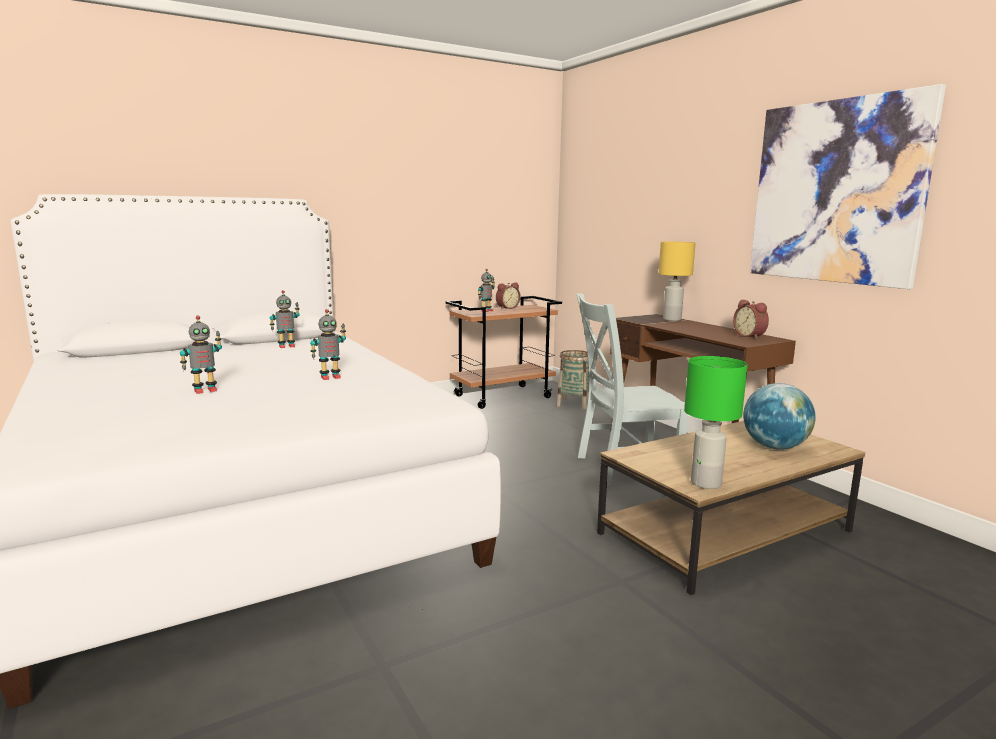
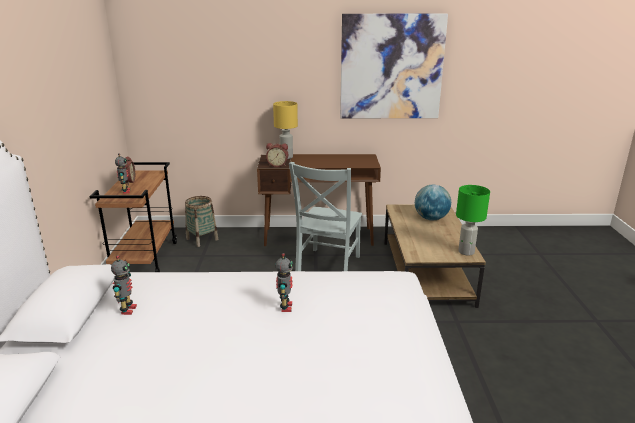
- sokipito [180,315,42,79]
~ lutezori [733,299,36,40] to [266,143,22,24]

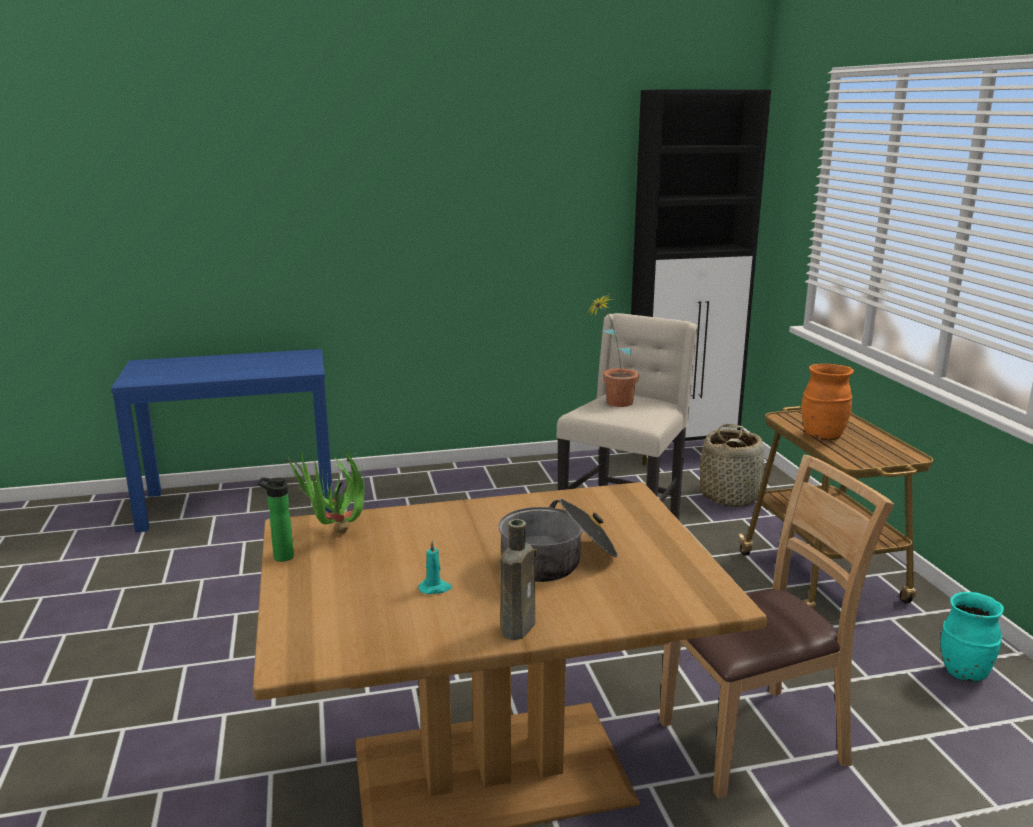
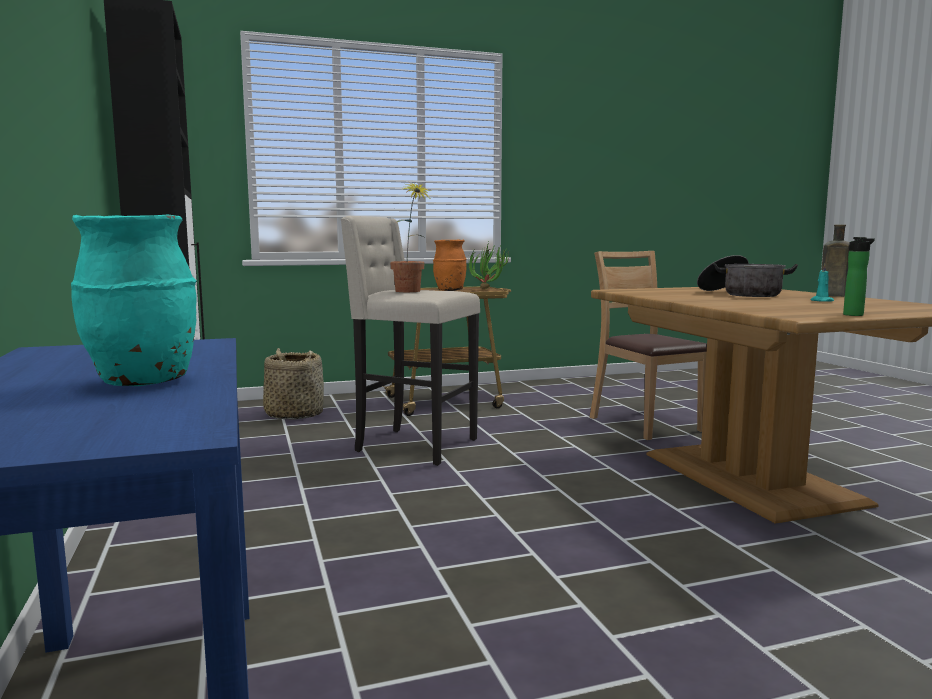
~ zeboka [283,448,82,86] to [468,242,41,47]
~ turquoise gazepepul [940,592,64,90] to [71,214,126,172]

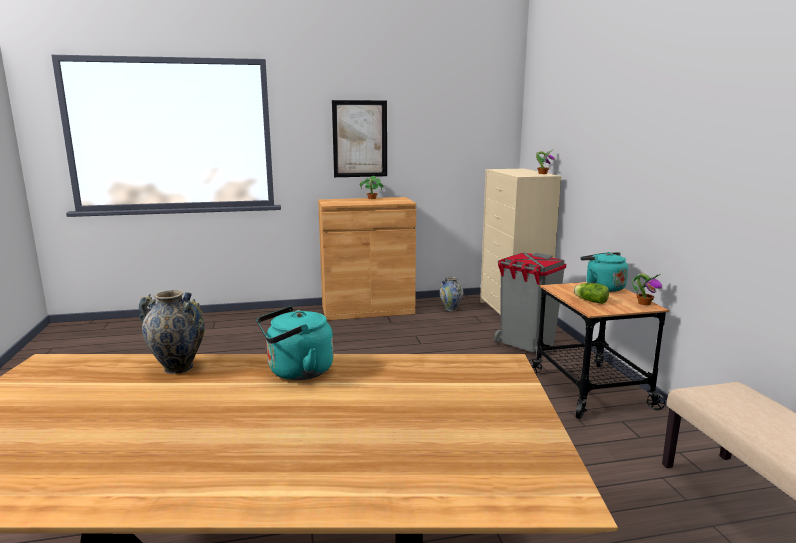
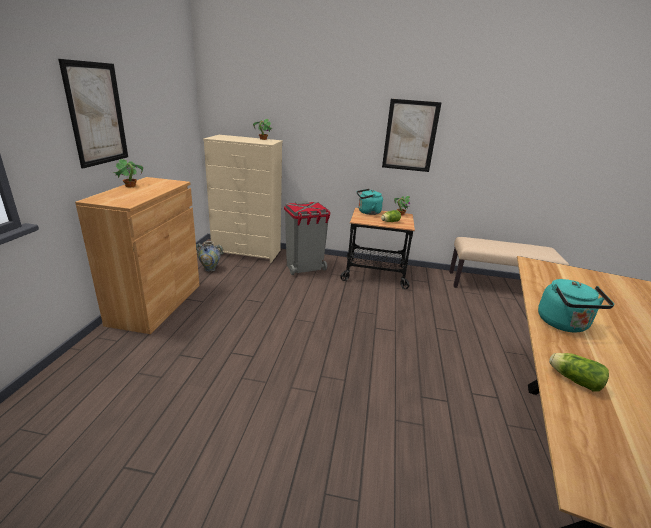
+ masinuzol [382,99,60,73]
~ gazepepul [139,290,66,84] to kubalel [549,353,60,39]

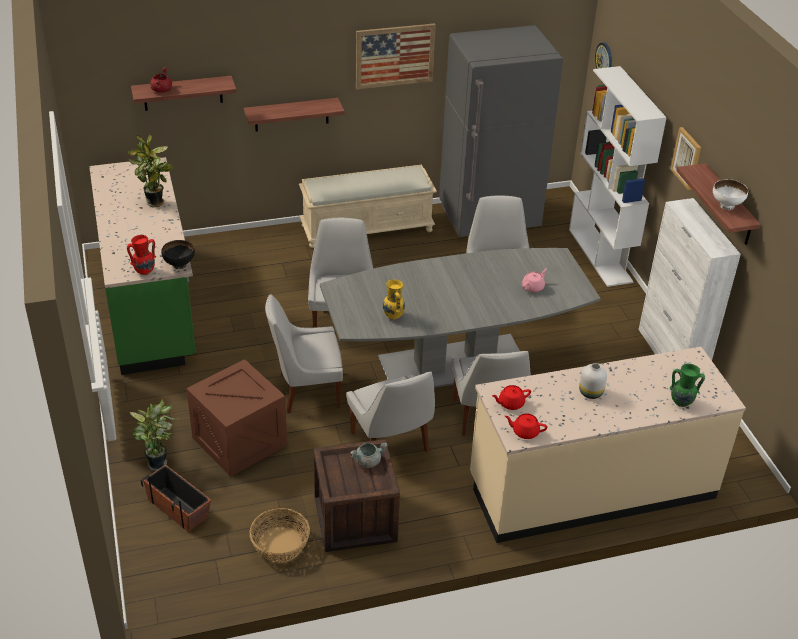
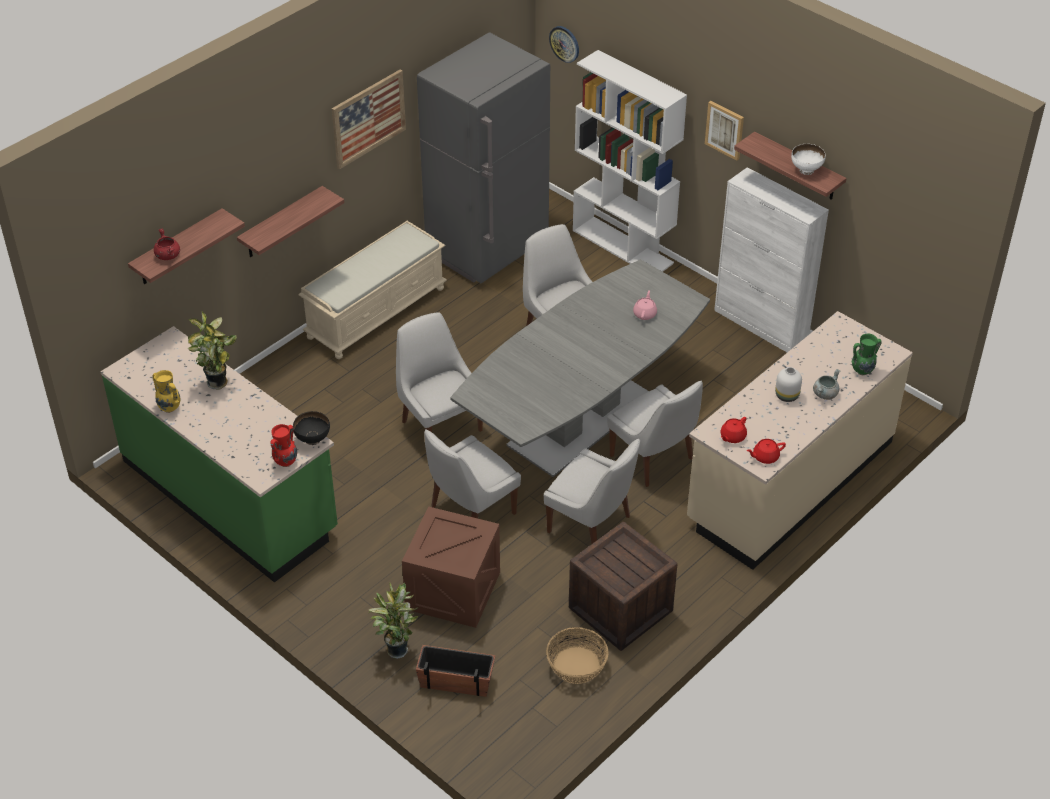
~ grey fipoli [350,443,37,25] to [813,369,27,31]
~ yellow gazepepul [383,279,22,41] to [153,370,27,43]

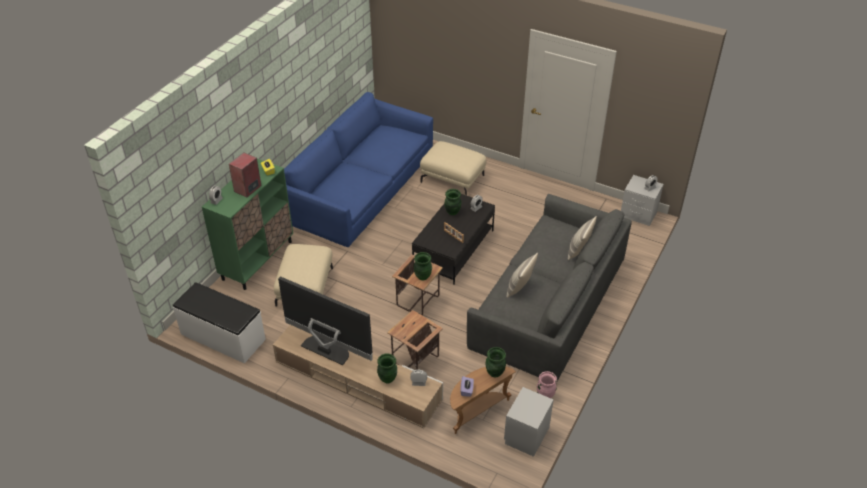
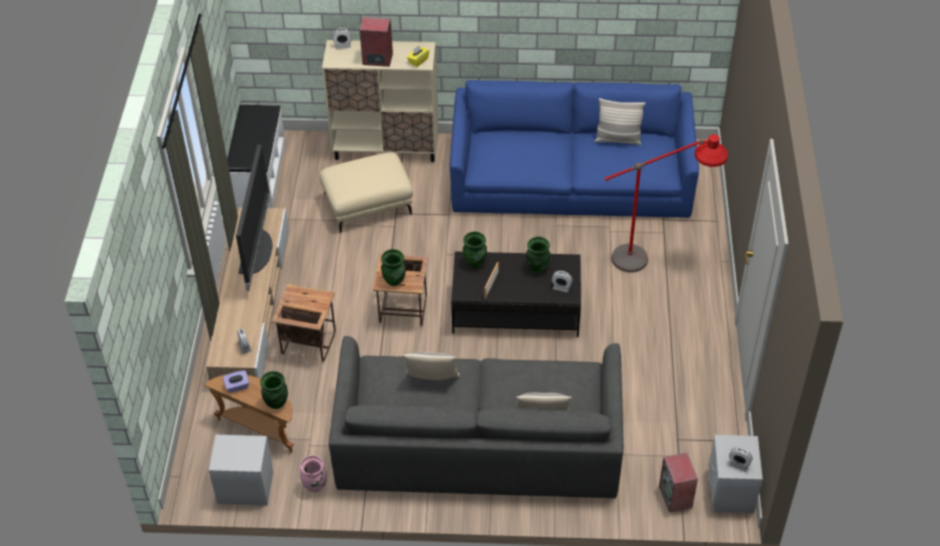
+ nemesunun [594,98,51,47]
+ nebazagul [659,453,39,60]
~ green gazepepul [377,354,20,29] to [463,231,24,37]
~ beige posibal [420,141,66,55] to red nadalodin [605,134,123,139]
~ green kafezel [202,159,91,131] to beige kafezel [322,40,116,122]

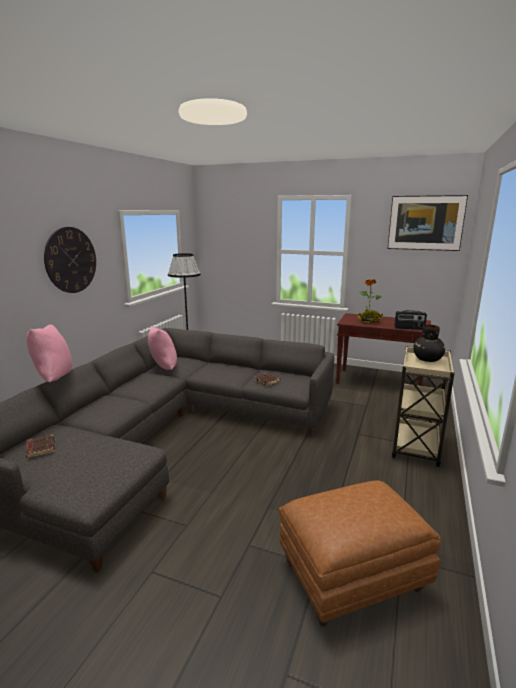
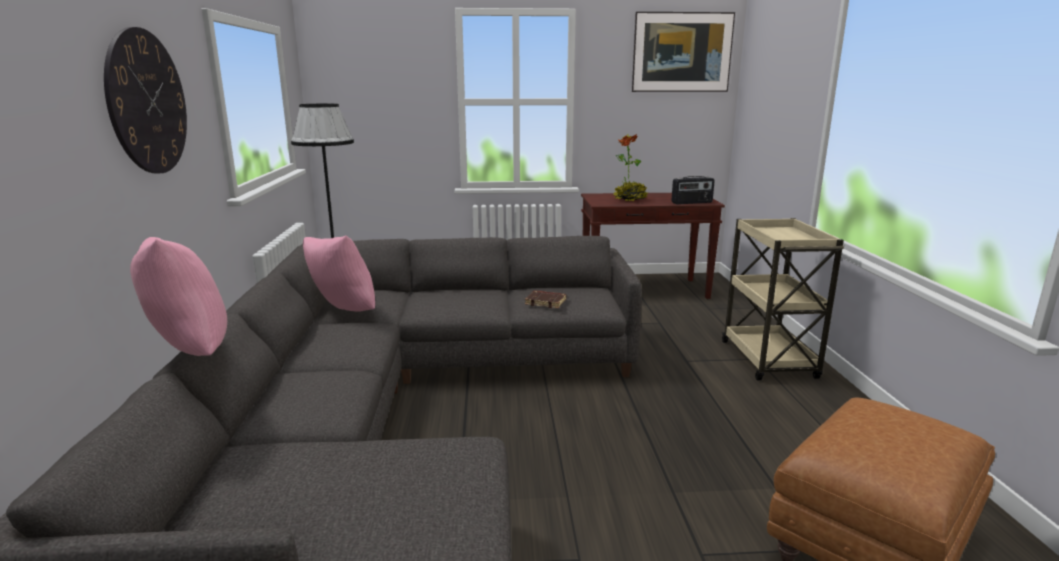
- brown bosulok [26,434,29,24]
- black gazepepul [413,325,32,37]

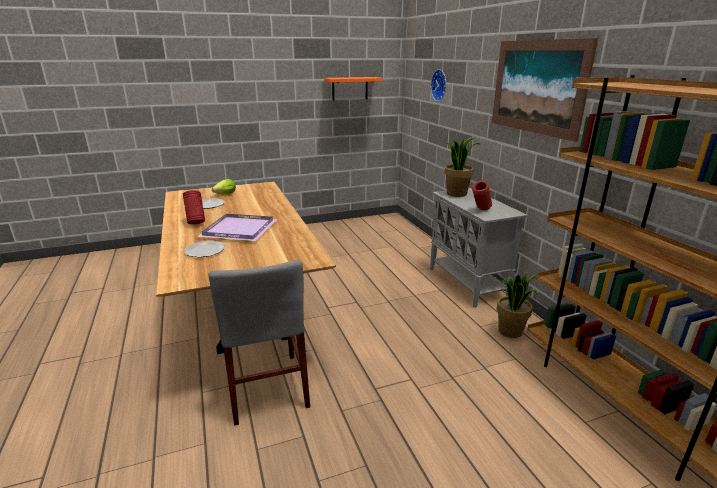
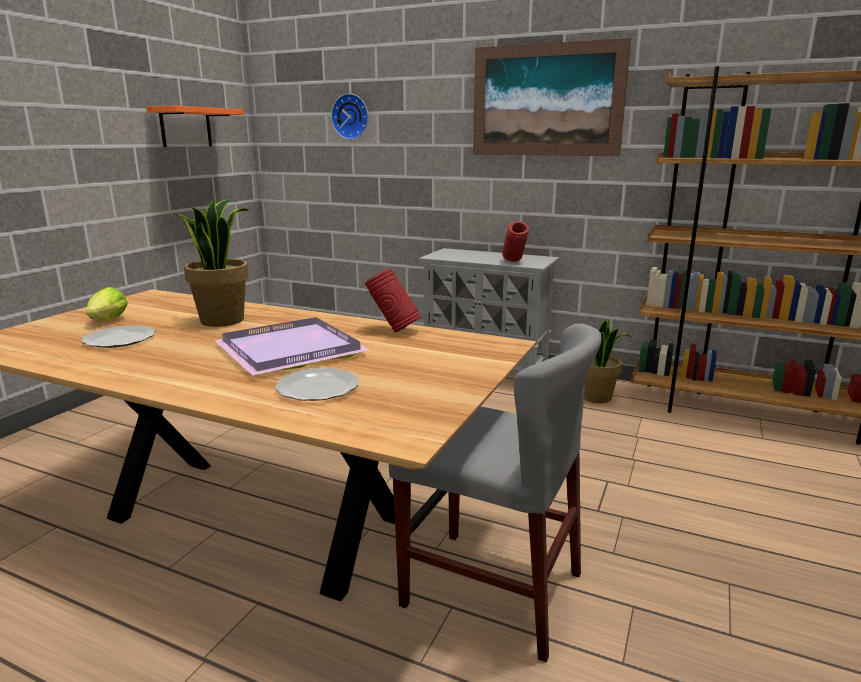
~ red gazepepul [183,190,22,34] to [365,268,56,65]
~ zeboka [445,137,34,60] to [171,199,78,128]

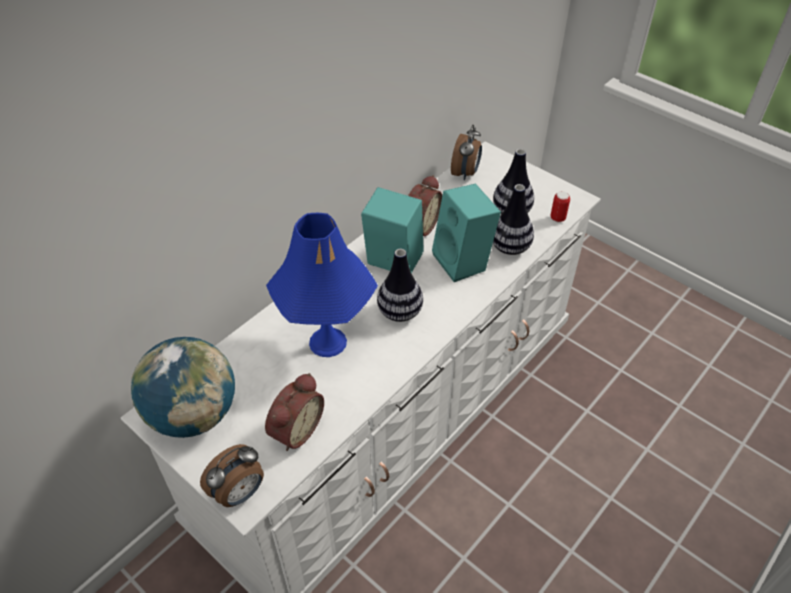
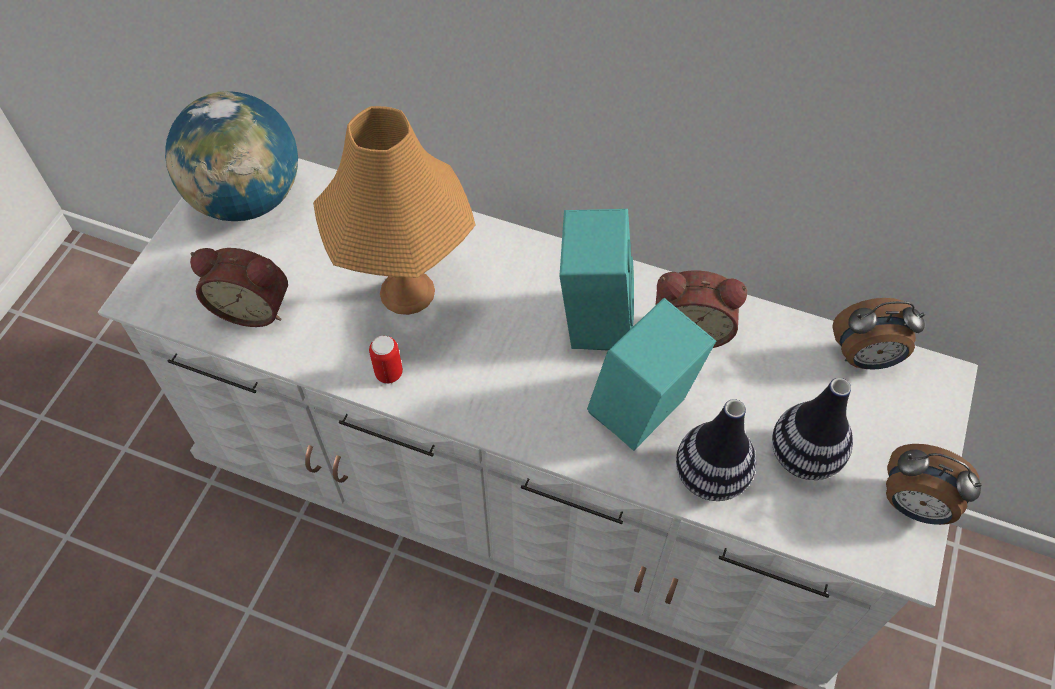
- gazepepul [377,249,46,73]
~ lutezori [200,444,64,63] to [886,444,96,81]
~ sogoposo [550,191,20,31] to [369,336,34,48]
~ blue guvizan [266,213,112,144] to orange guvizan [313,106,163,209]

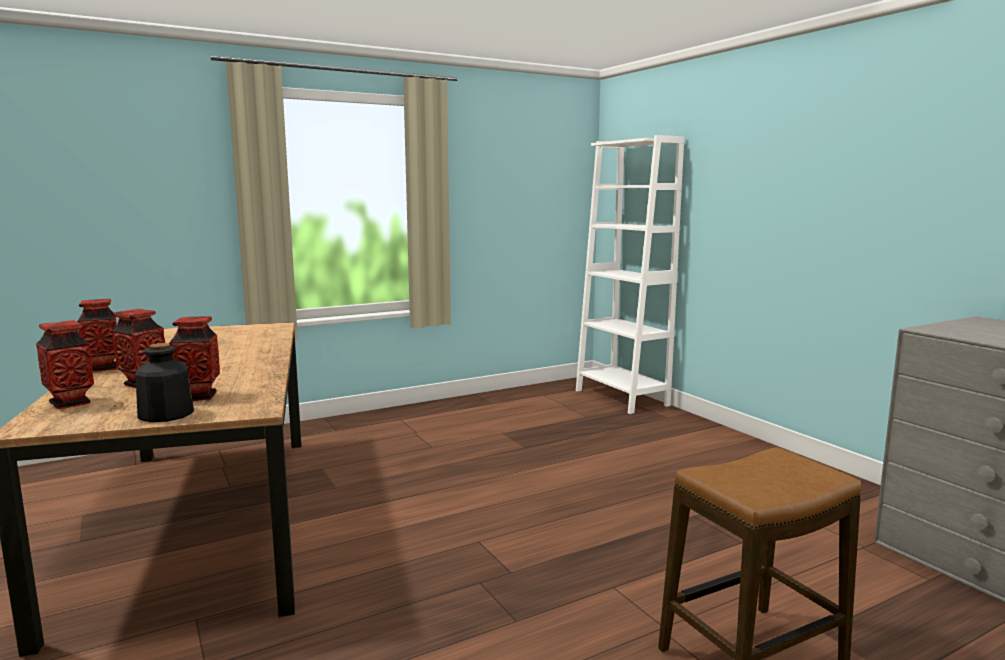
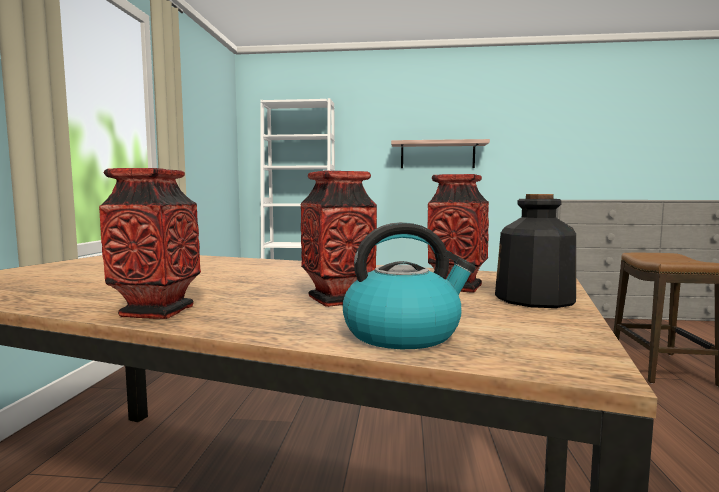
+ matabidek [391,139,99,29]
~ gazepepul [36,320,58,89] to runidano [343,222,132,127]

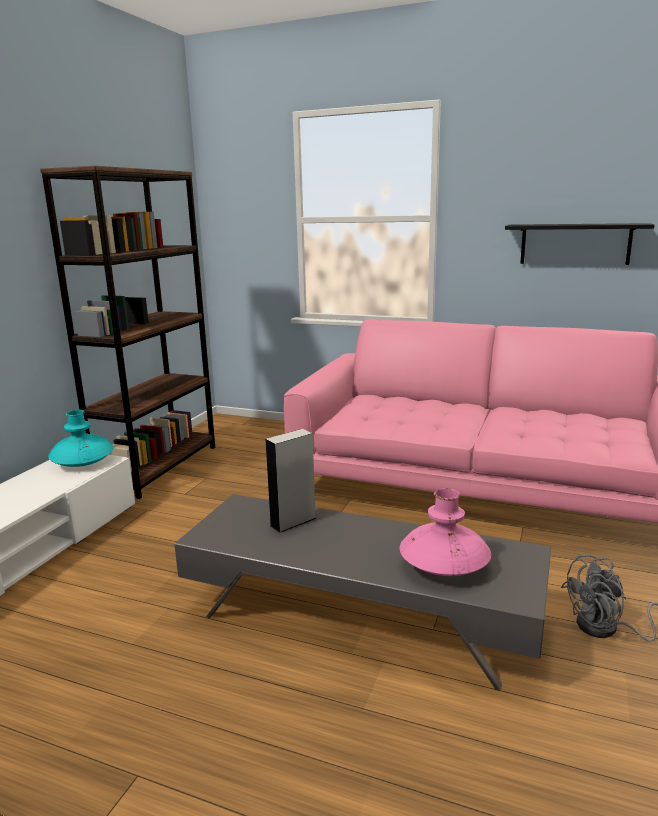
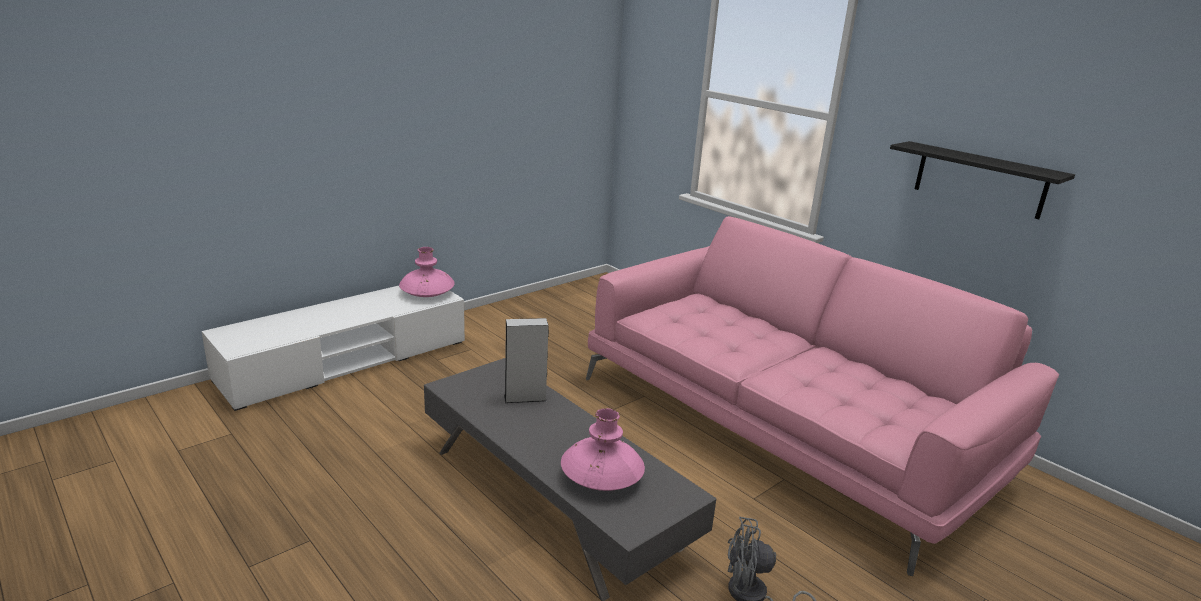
- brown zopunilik [40,166,175,333]
~ turquoise gazepepul [48,409,65,58] to pink gazepepul [399,247,56,50]

